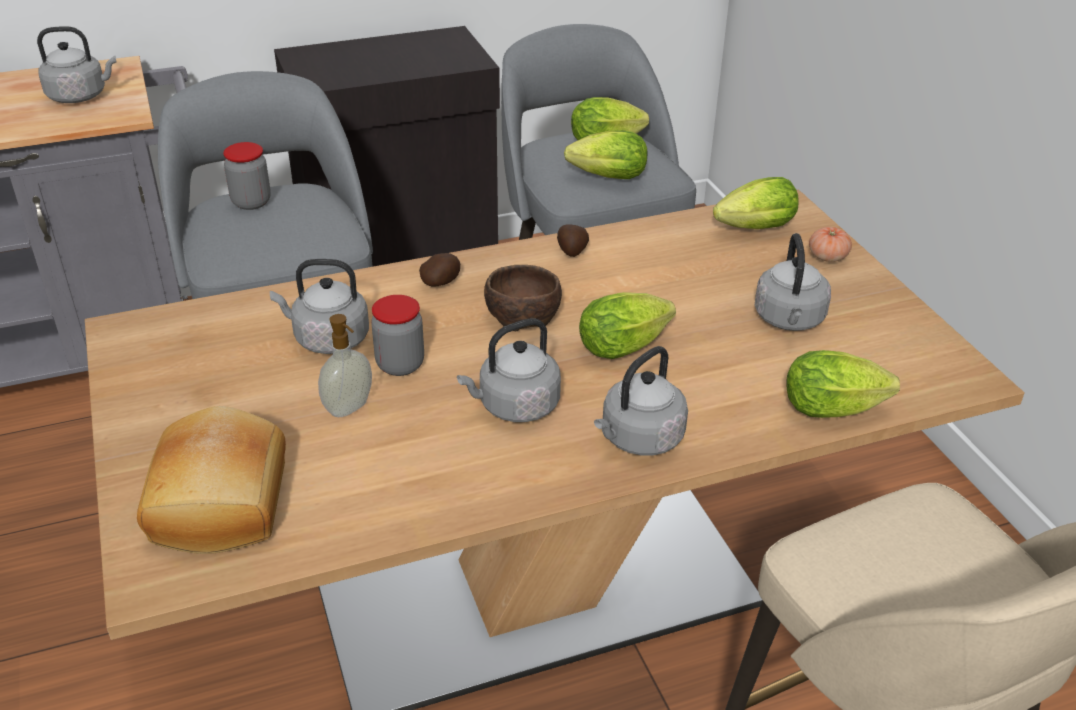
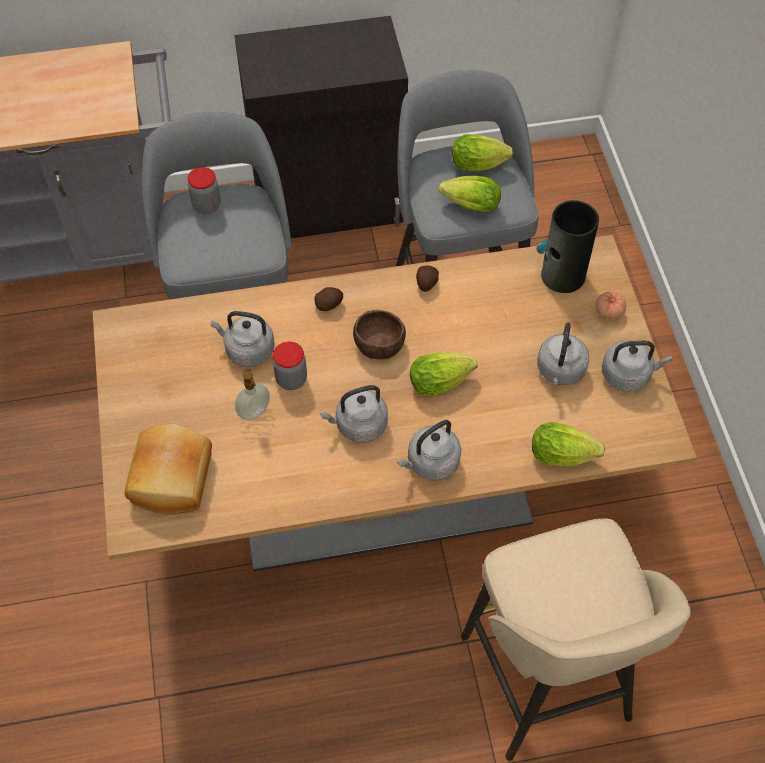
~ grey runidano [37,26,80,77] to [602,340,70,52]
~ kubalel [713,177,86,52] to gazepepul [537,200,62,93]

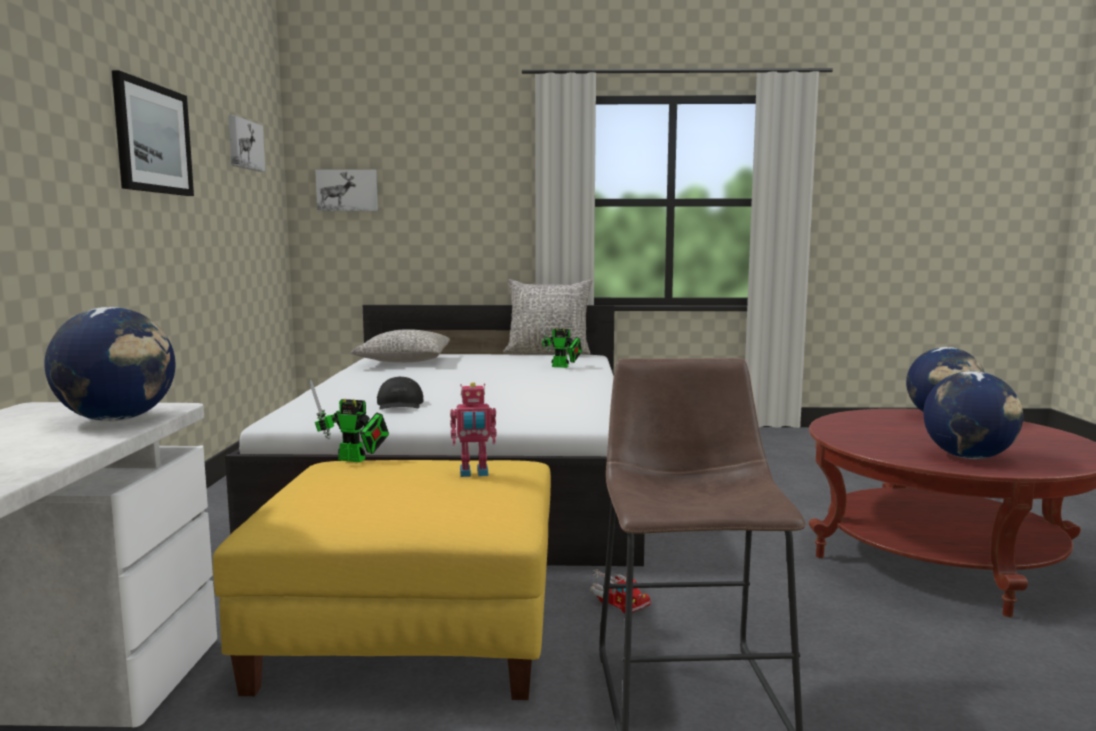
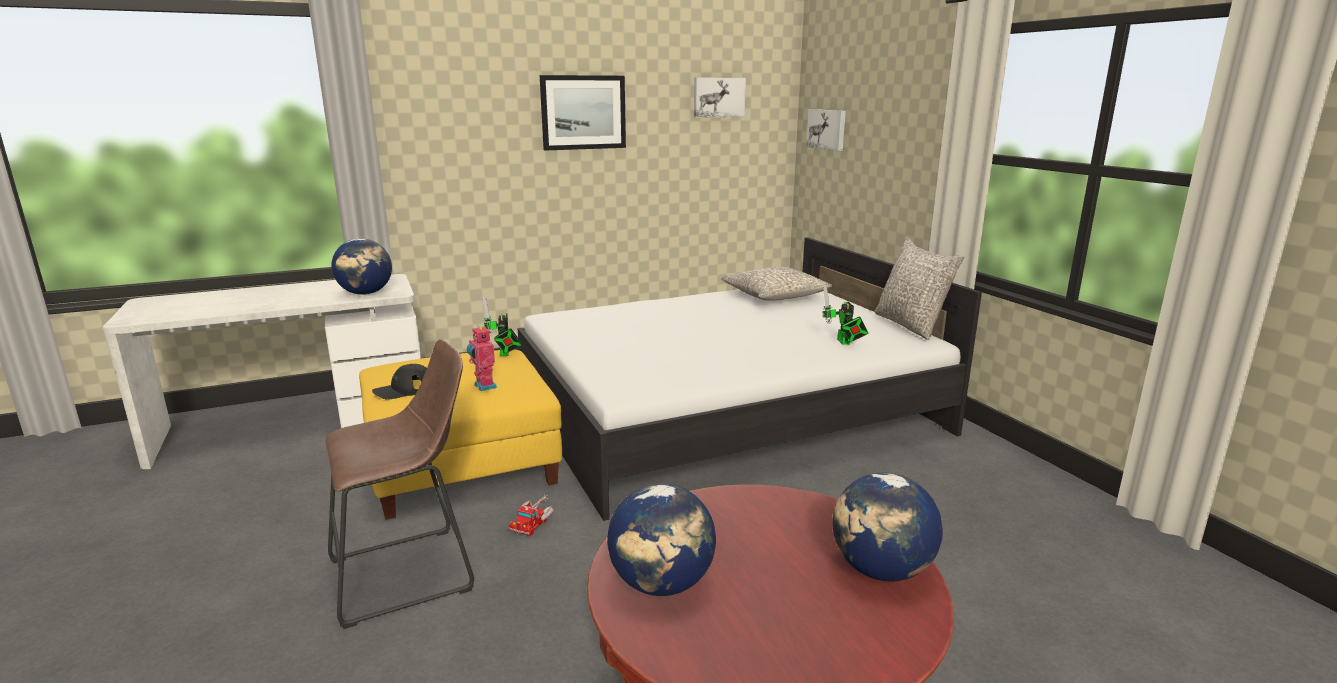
~ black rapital [377,376,46,34] to [372,364,55,36]

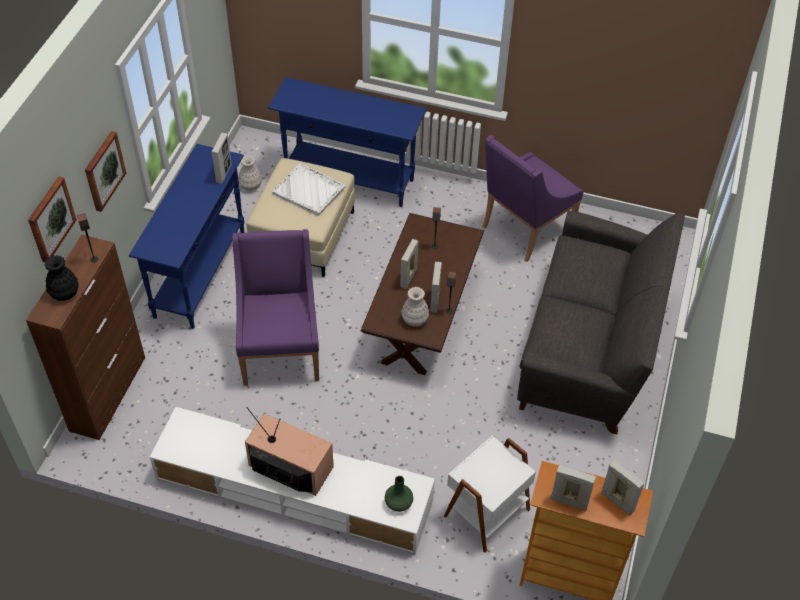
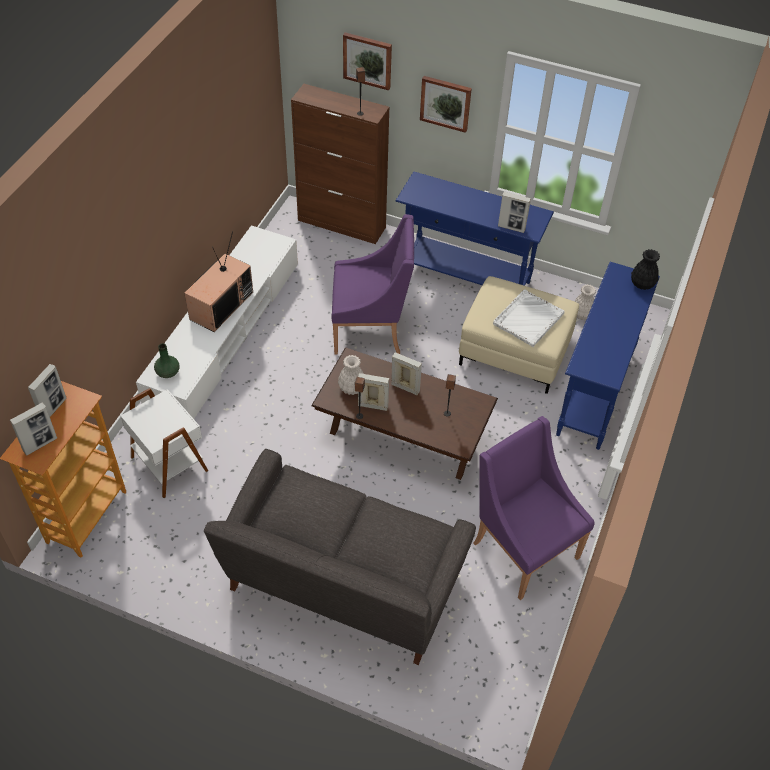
~ black gazepepul [44,255,35,46] to [631,249,29,41]

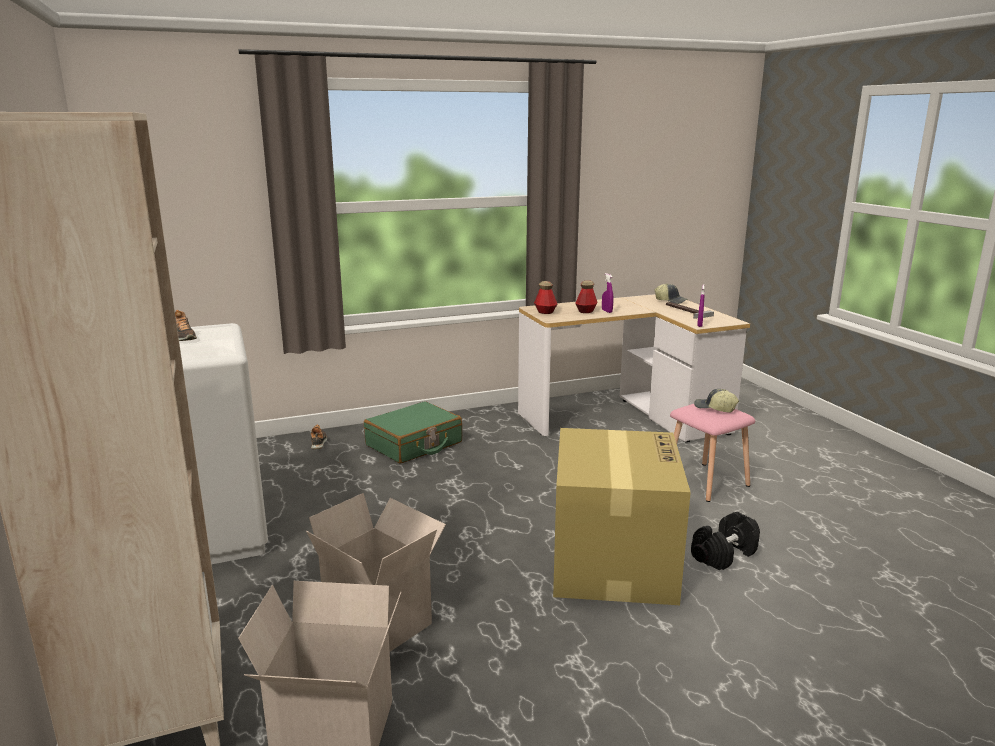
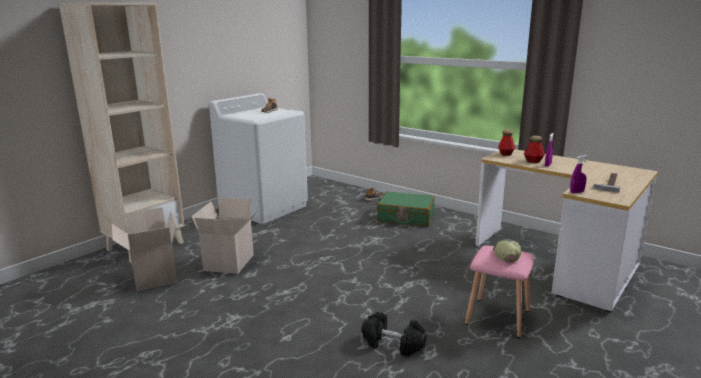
- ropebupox [553,428,138,177]
- rapital [655,283,33,21]

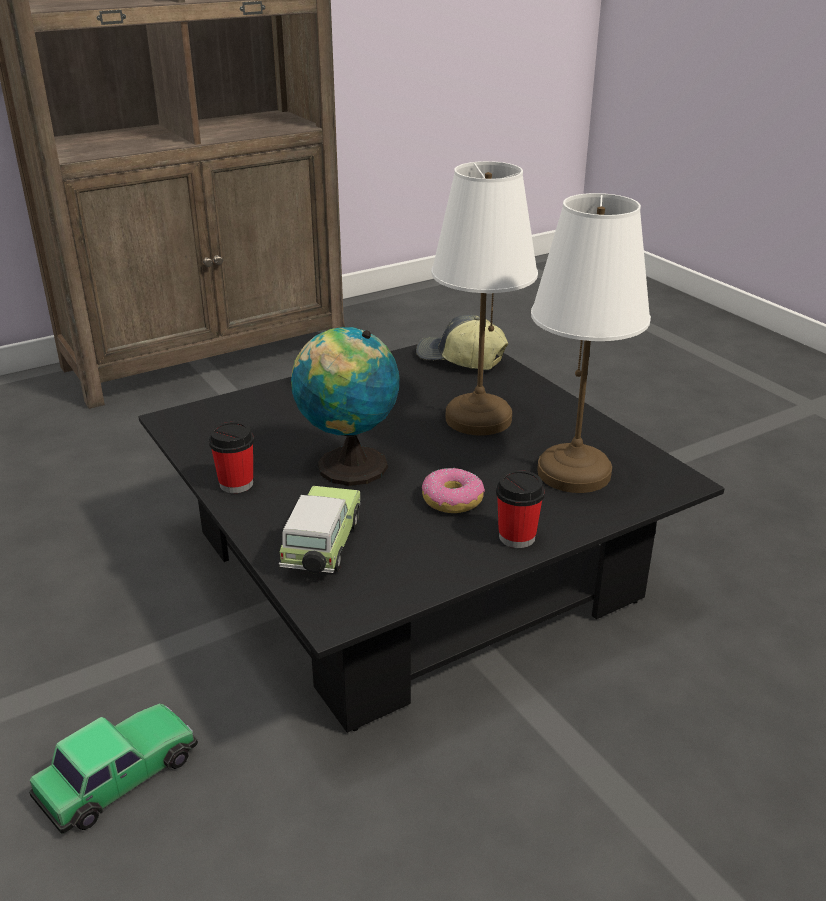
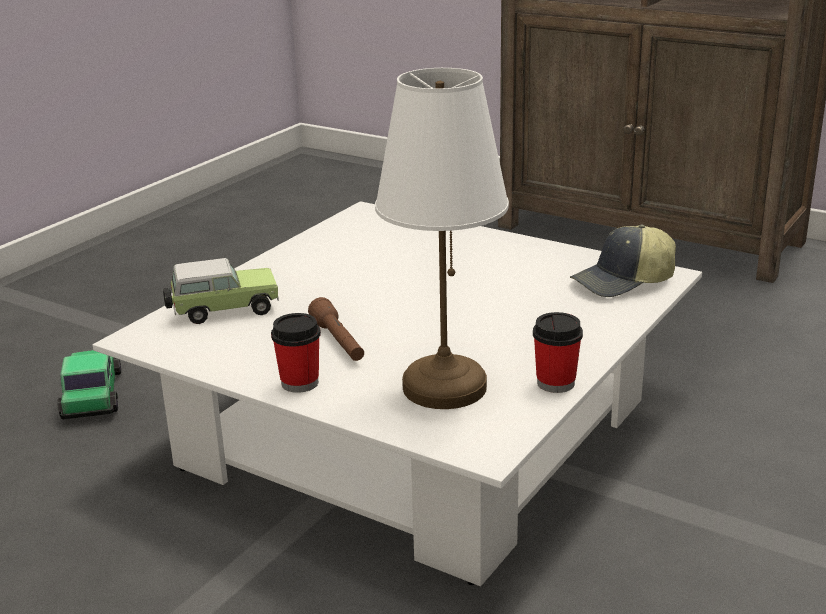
- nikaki [291,327,108,159]
- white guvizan [432,161,106,274]
~ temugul [209,422,45,71] to [533,312,50,81]
~ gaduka [422,468,63,45] to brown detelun [308,297,56,64]
~ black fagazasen [138,344,587,389] to white fagazasen [92,201,610,385]
~ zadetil [29,704,169,130] = [57,350,64,70] 120 degrees counterclockwise
~ rapital [416,315,92,55] = [570,225,106,72] 120 degrees counterclockwise

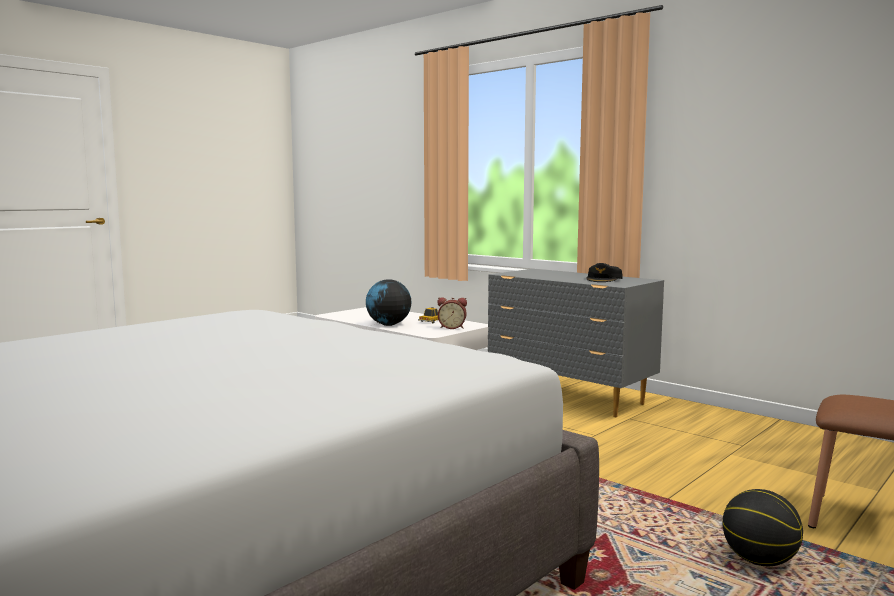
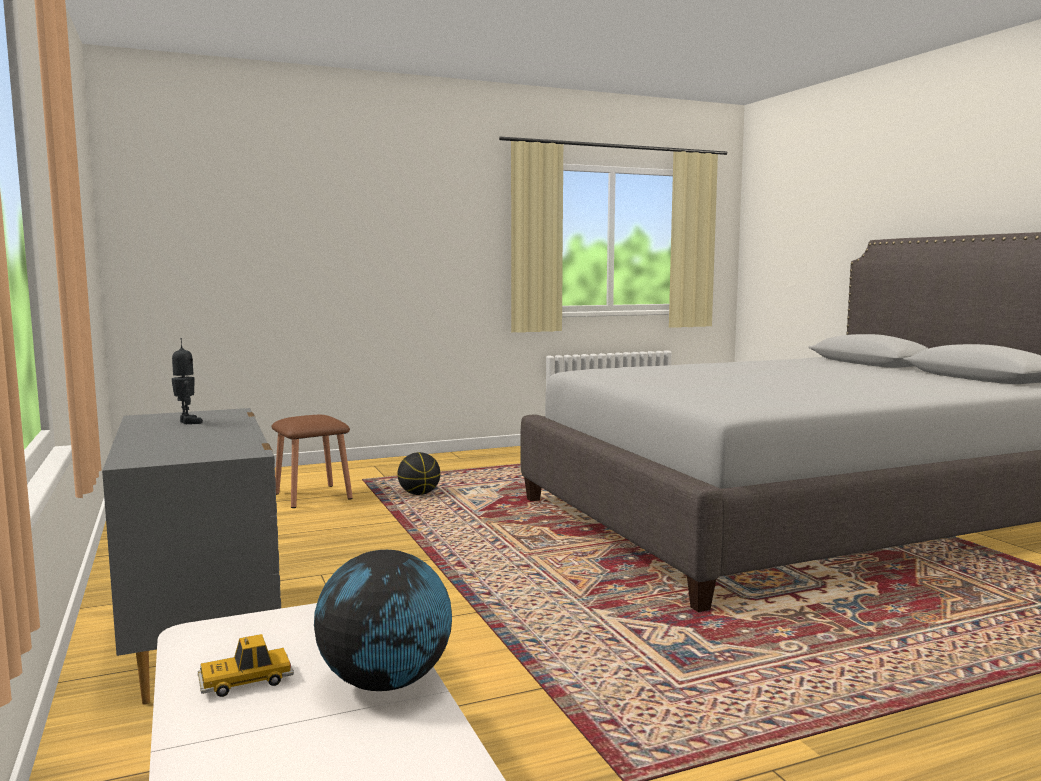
- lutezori [437,297,30,32]
~ black rapital [586,263,37,19] to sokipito [172,338,31,86]

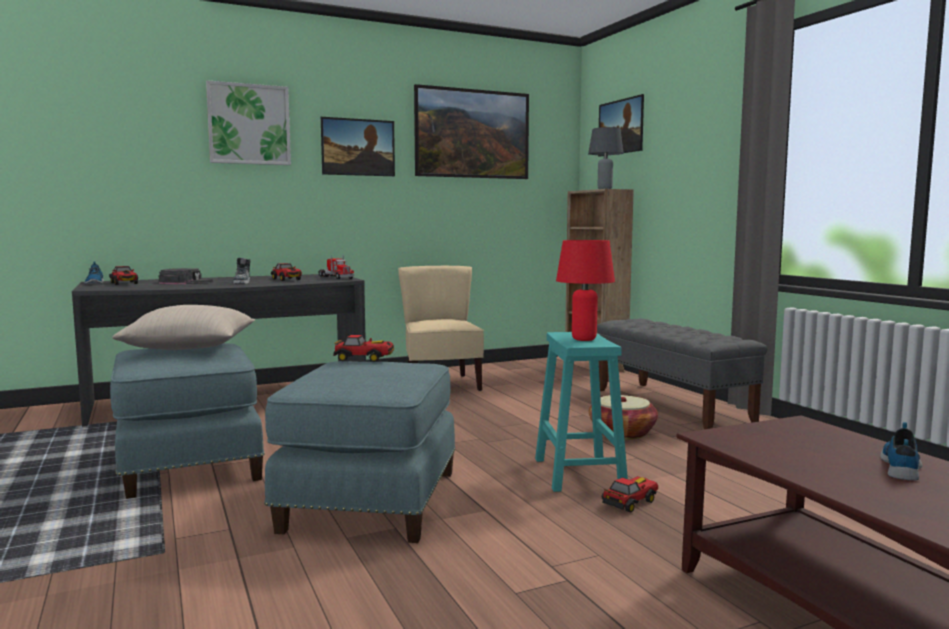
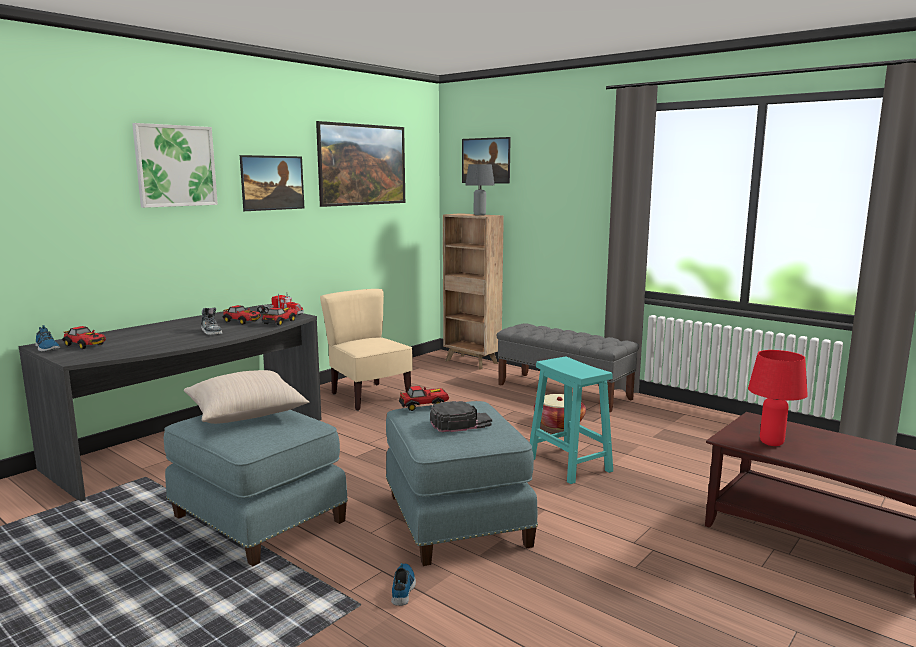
~ black rapital [159,268,54,16] to [430,401,62,31]
~ red guvizan [556,240,59,101] to [748,350,60,96]
~ zadetil [601,476,57,37] to [261,307,36,19]
~ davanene [881,422,41,58] to [391,563,25,43]

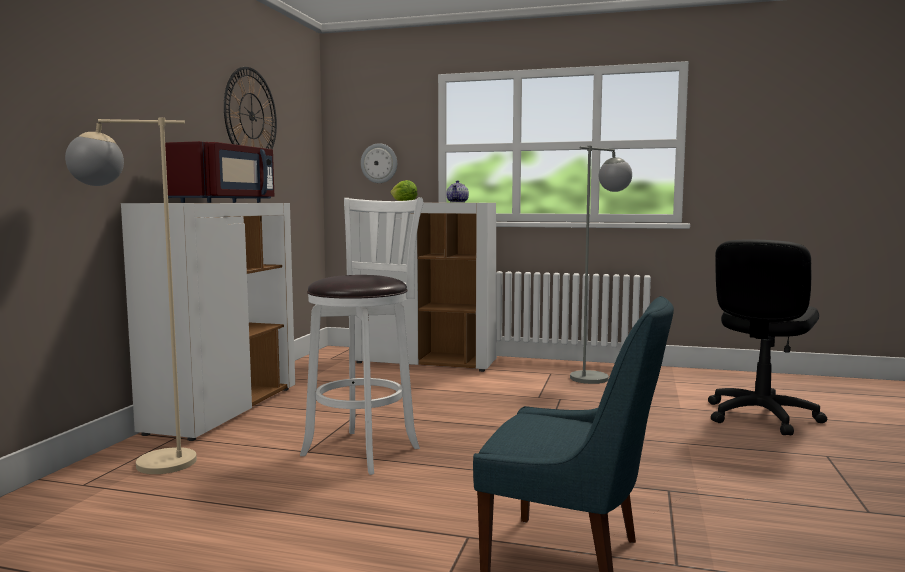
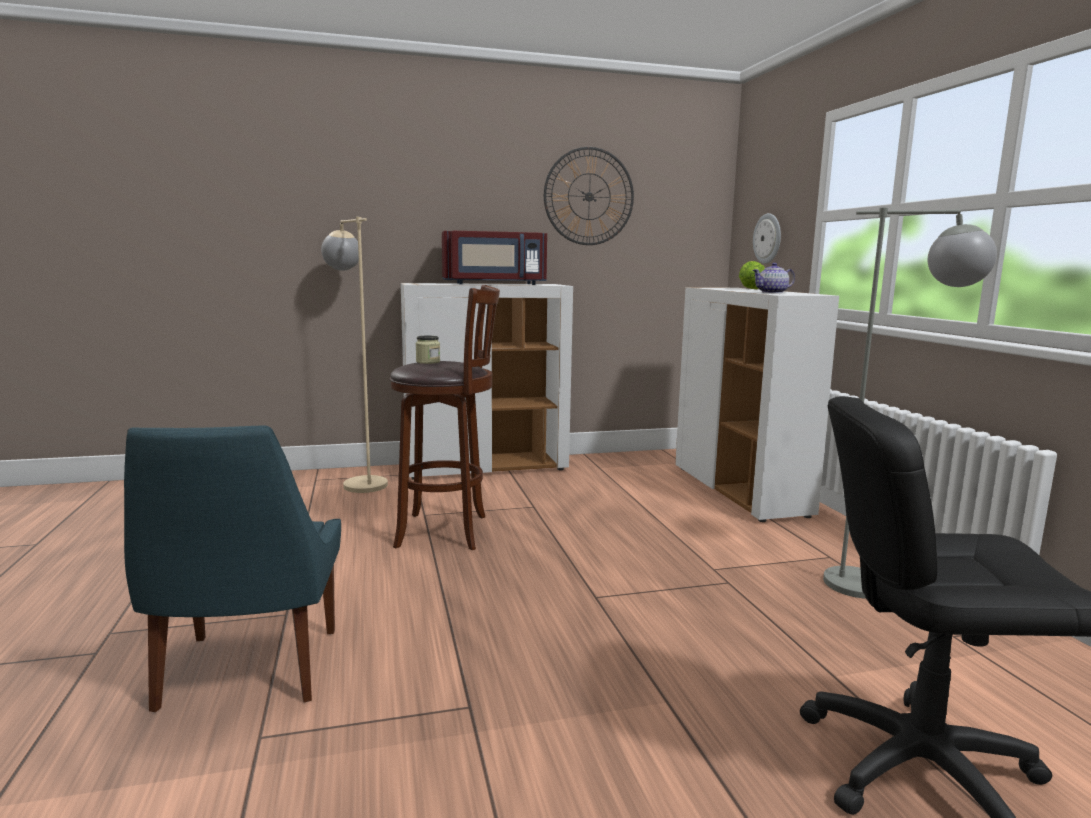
+ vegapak [416,336,24,28]
~ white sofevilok [300,197,123,278] to brown sofevilok [390,285,110,265]

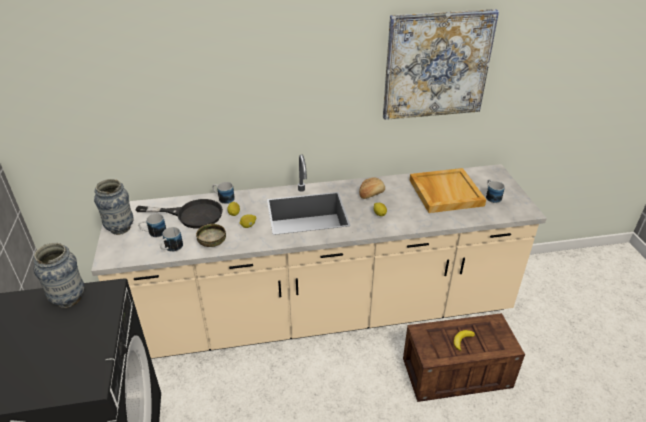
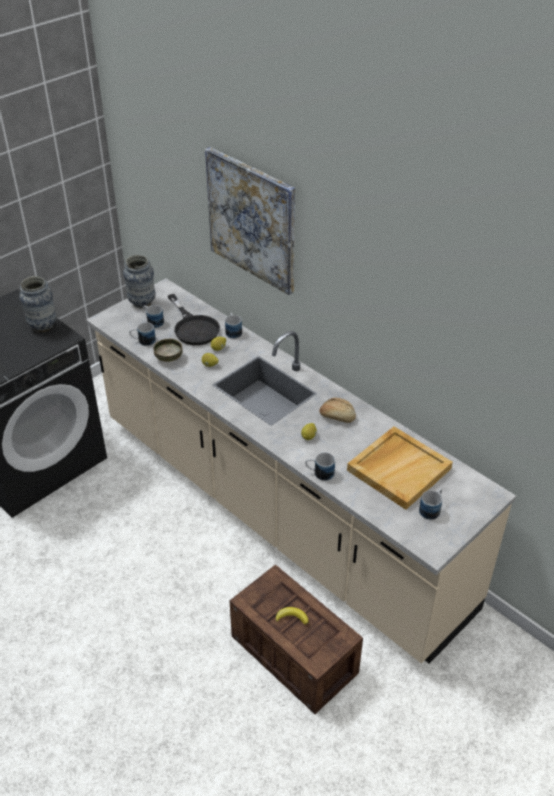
+ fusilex [305,452,30,29]
~ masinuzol [383,9,116,111] to [205,147,90,148]

